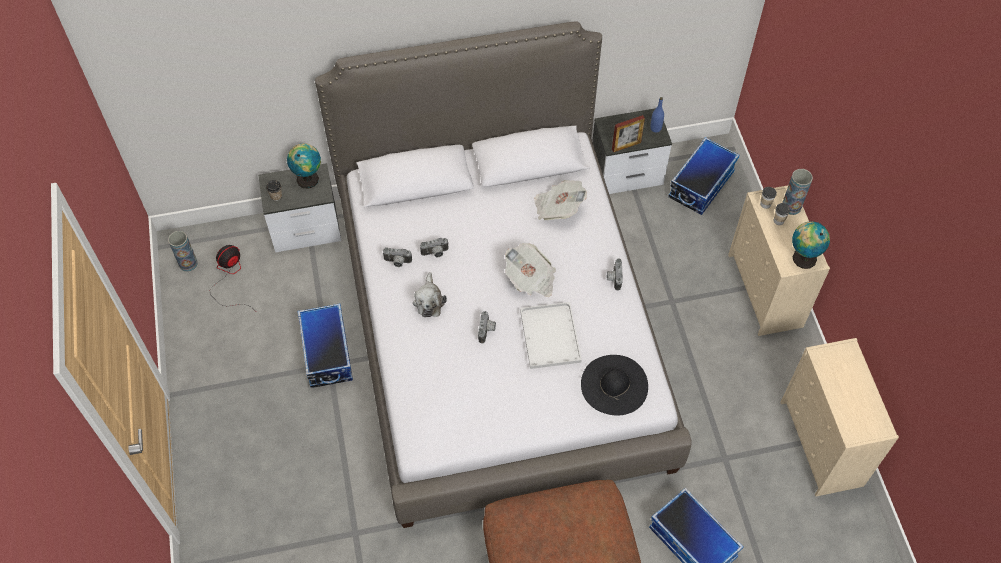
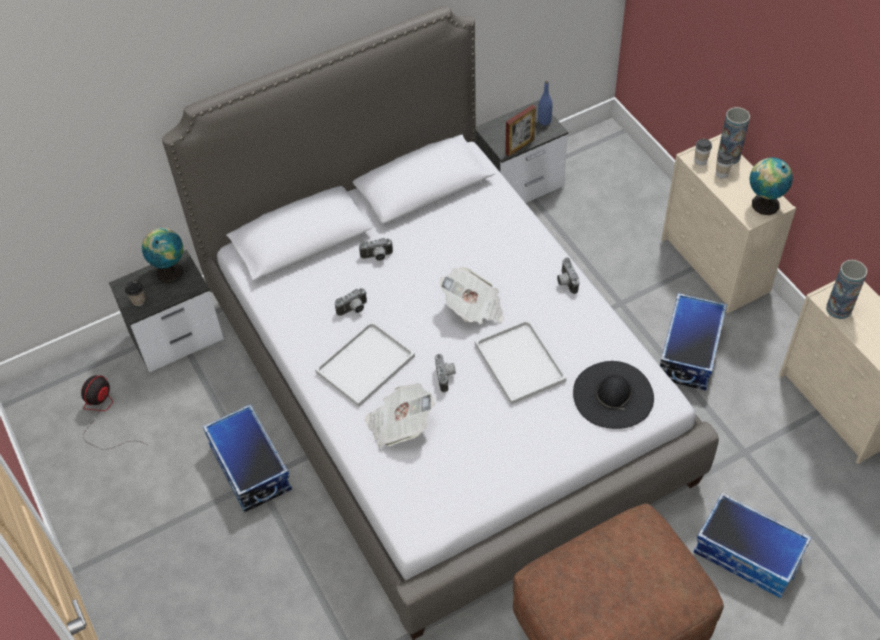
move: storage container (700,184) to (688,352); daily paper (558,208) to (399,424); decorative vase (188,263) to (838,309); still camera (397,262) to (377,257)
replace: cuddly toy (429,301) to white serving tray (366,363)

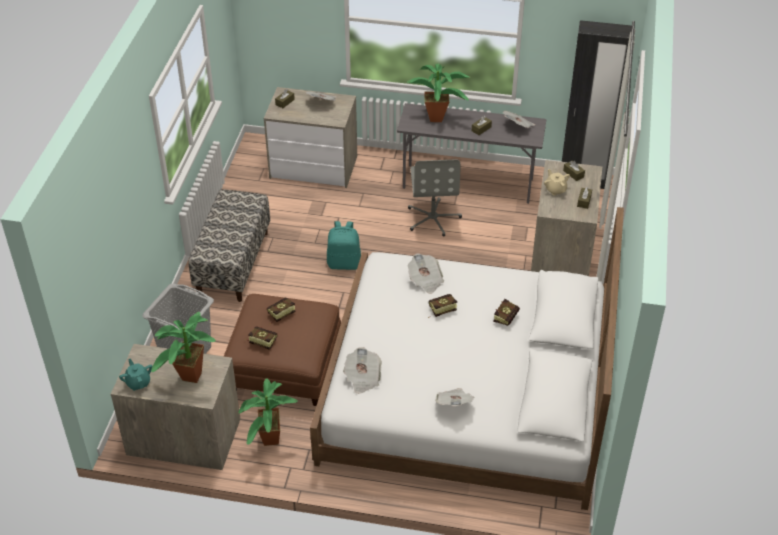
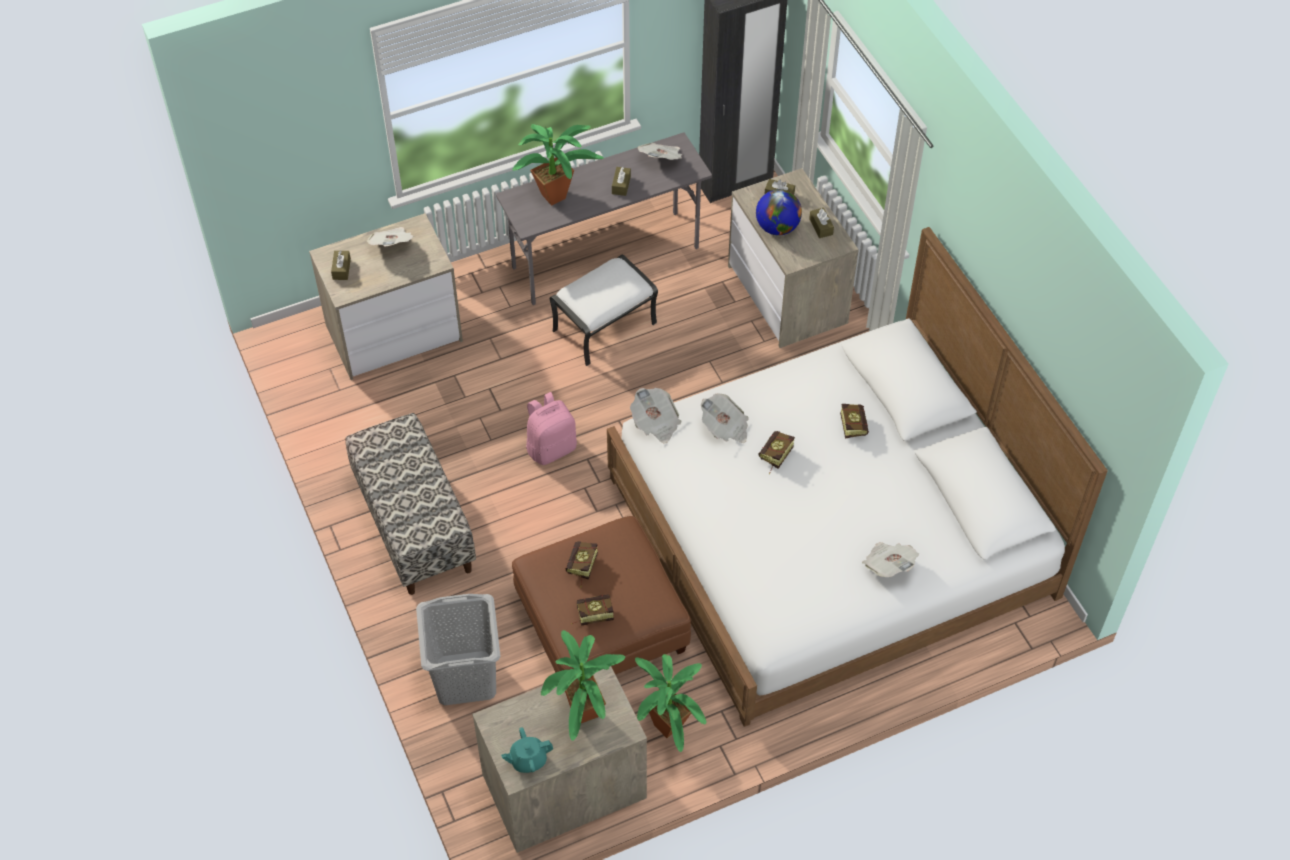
move: daily paper (362,378) to (655,423)
replace: greyish computer chair (433,218) to white footrest (604,328); beige teapot (555,190) to globe (777,227)
recolor: blue-green backpack (344,263) to pinkish backpack (551,448)
rotate: blue-green teapot (138,382) = (528,760) 45 degrees counterclockwise

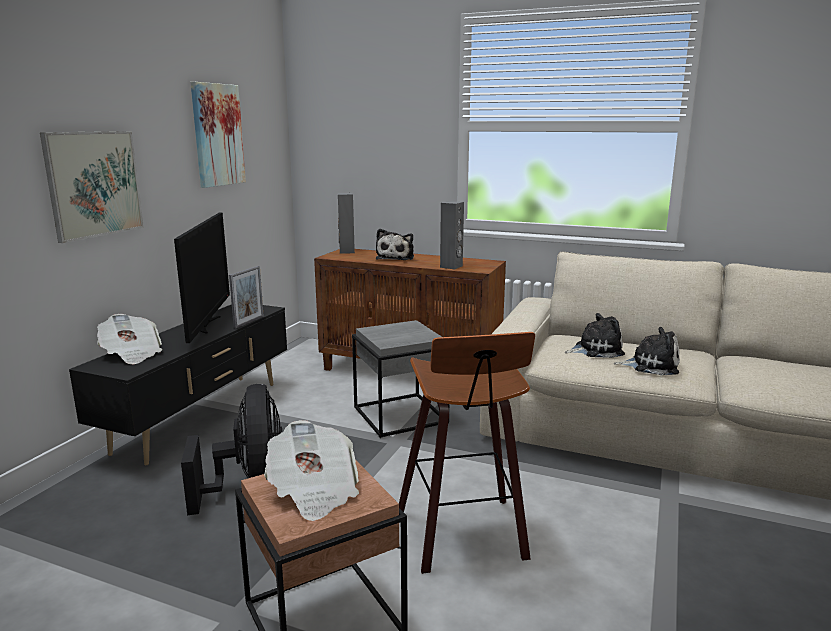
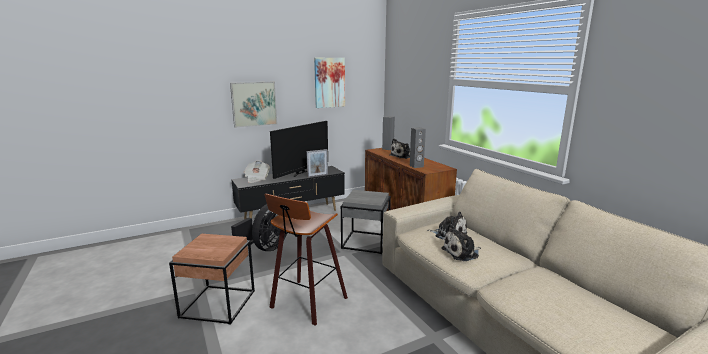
delete: daily paper (313,491)
rotate: cuddly toy (651,365) = (462,253) 105 degrees clockwise

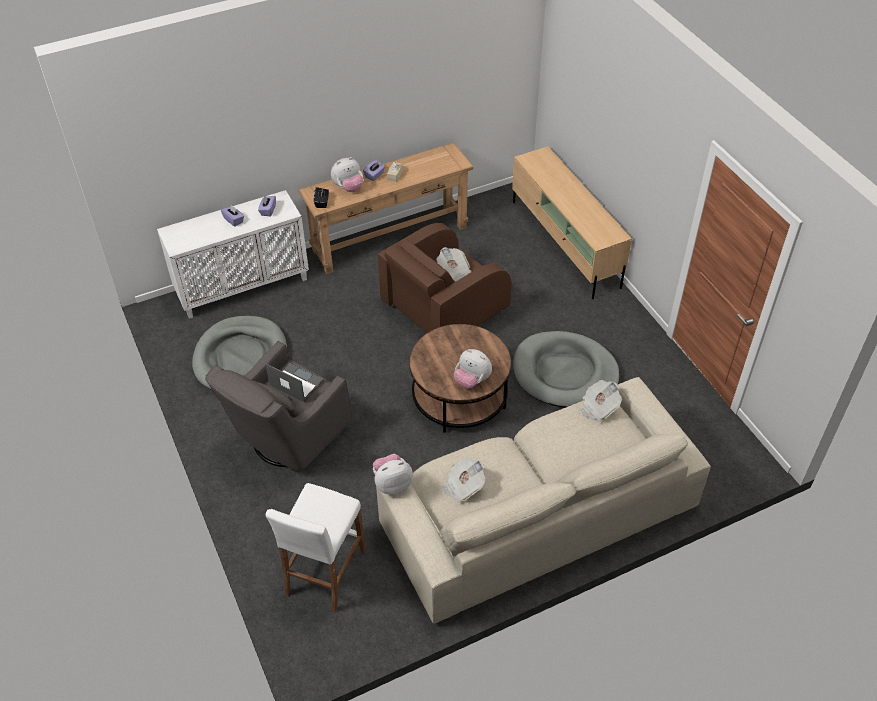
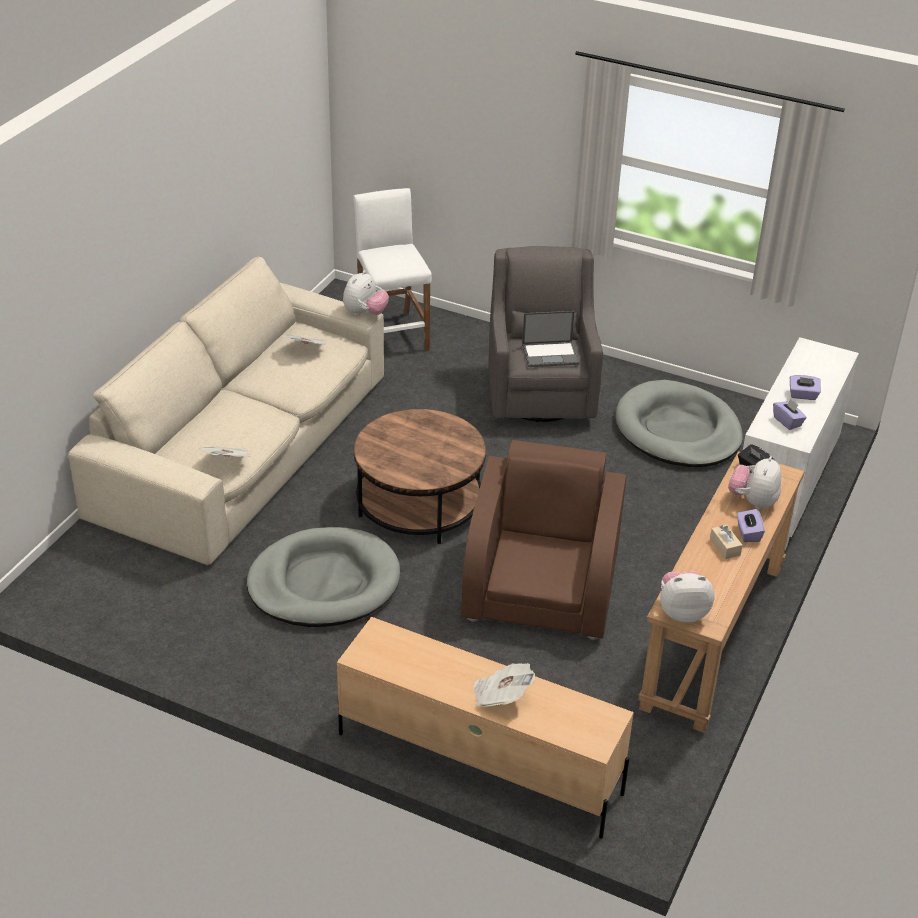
move: daily paper (454,272) to (501,696); cuddly toy (472,380) to (682,612)

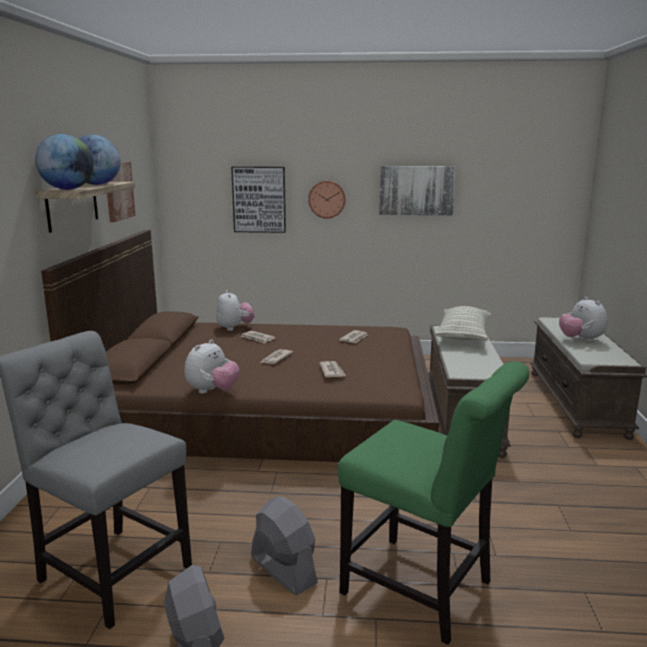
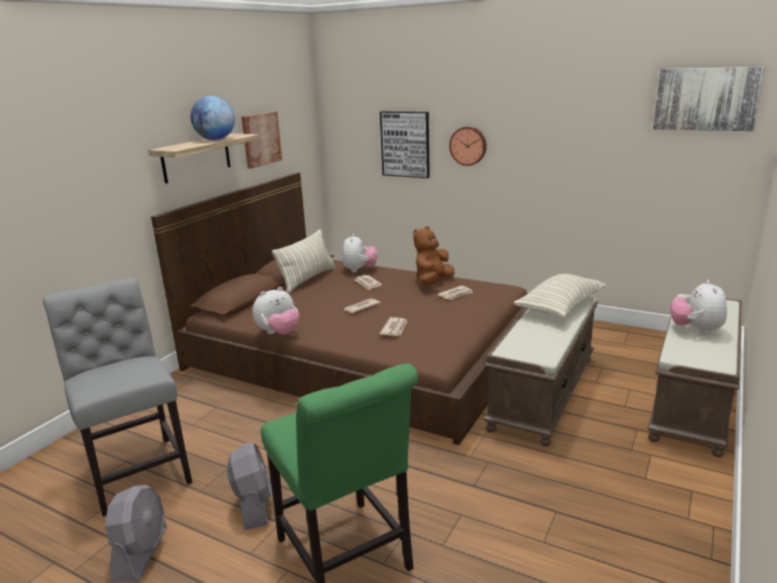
delete: globe (68,189)
insert: brown cuddly toy (433,282); throw pillow (307,279)
move: wall art (416,190) to (706,99)

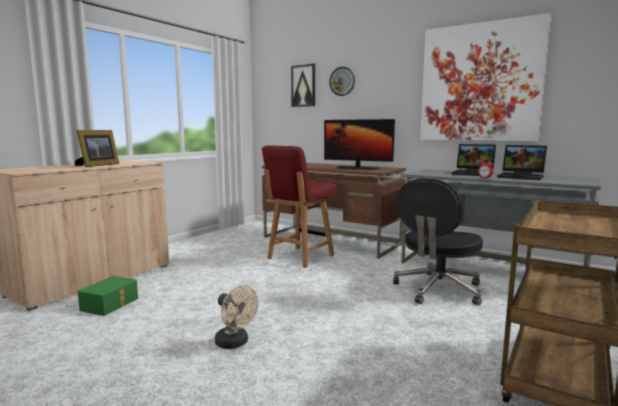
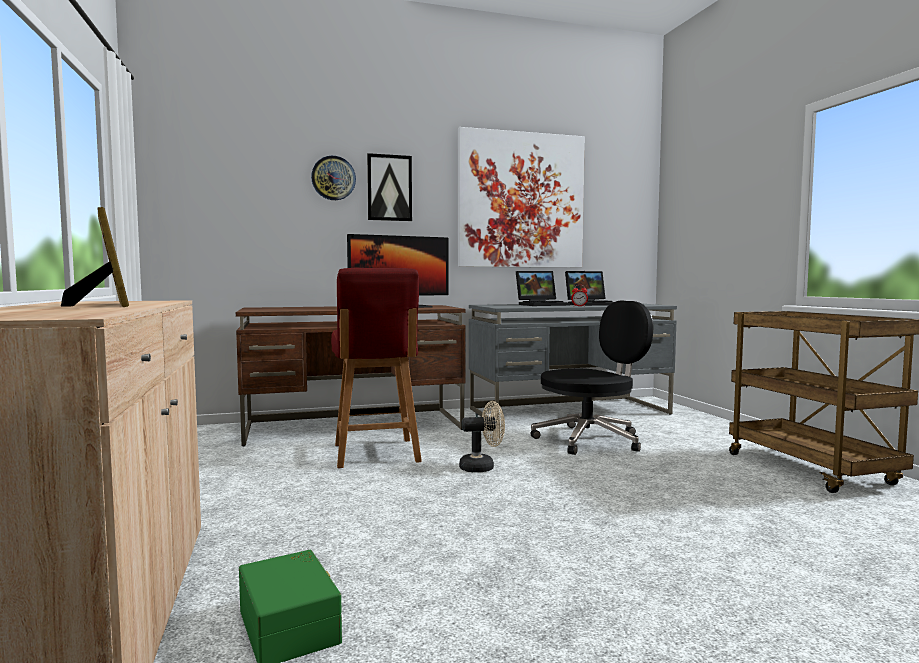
move: wall art (303,85) to (389,188); beige cooling fan (235,343) to (482,467)
rotate: black computer chair (437,290) = (590,440) 105 degrees counterclockwise

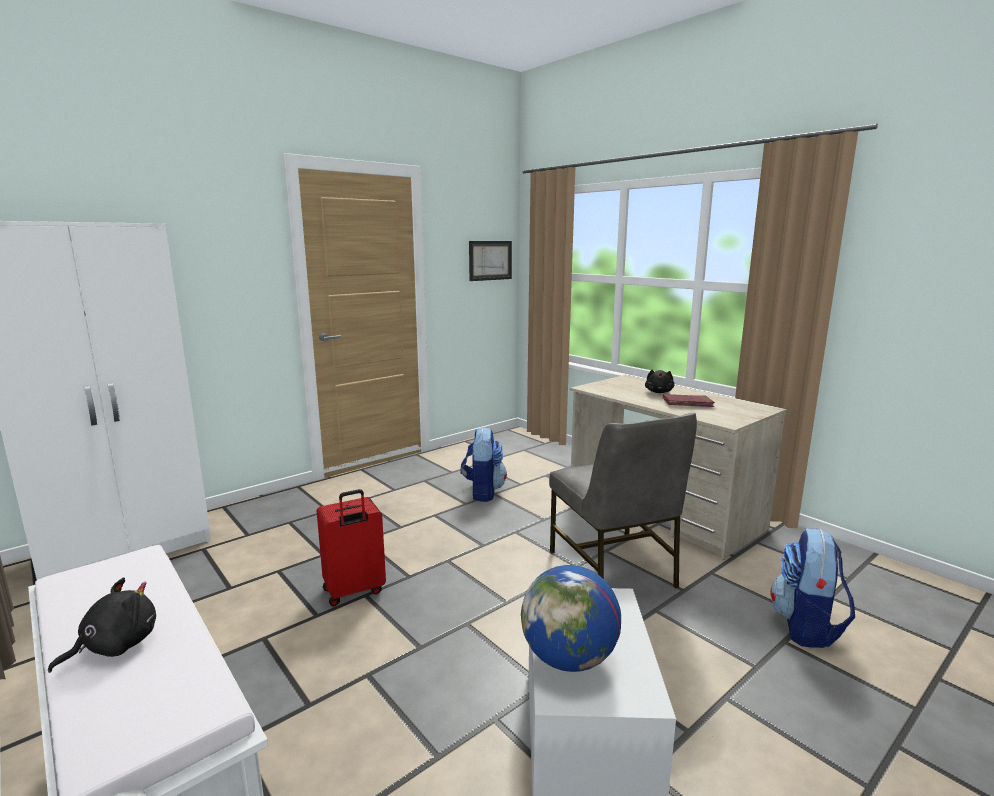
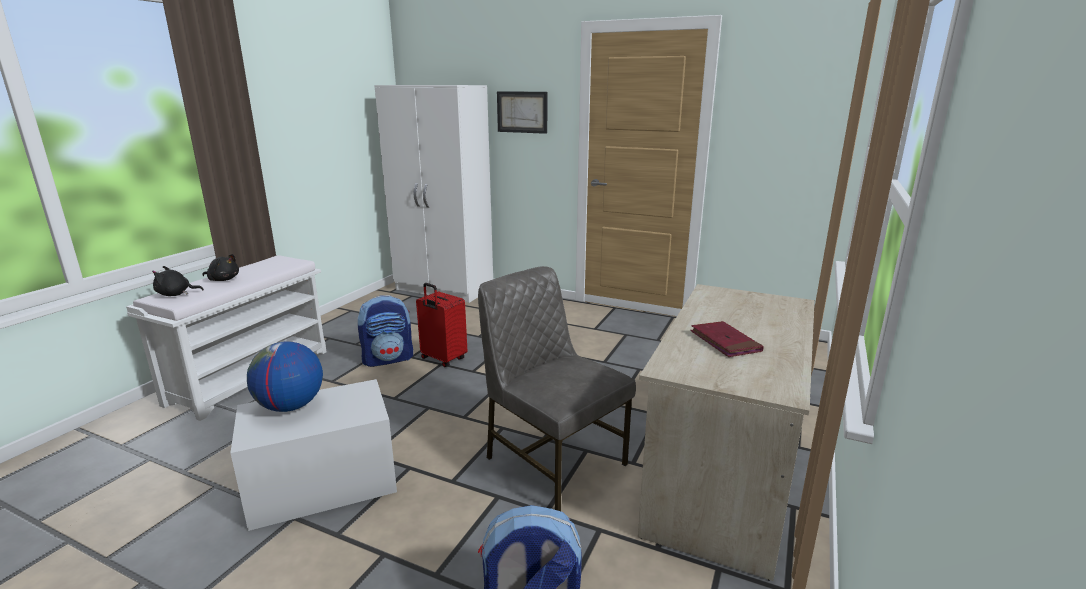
move: wall art (490,260) to (522,112); black cuddly toy (659,392) to (176,294); backpack (483,492) to (388,359)
rotate: greyish chair (613,569) = (553,460) 90 degrees clockwise

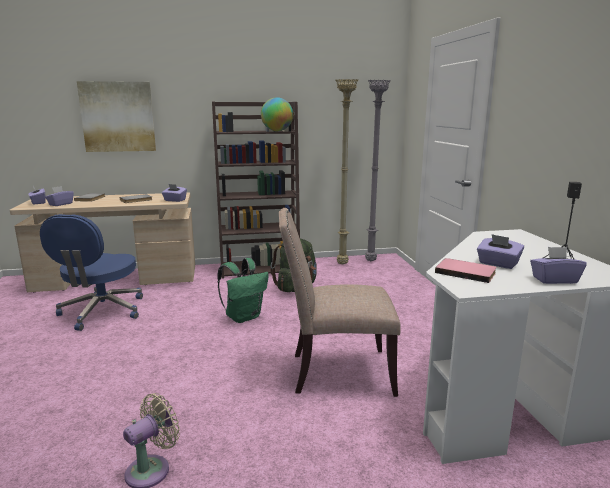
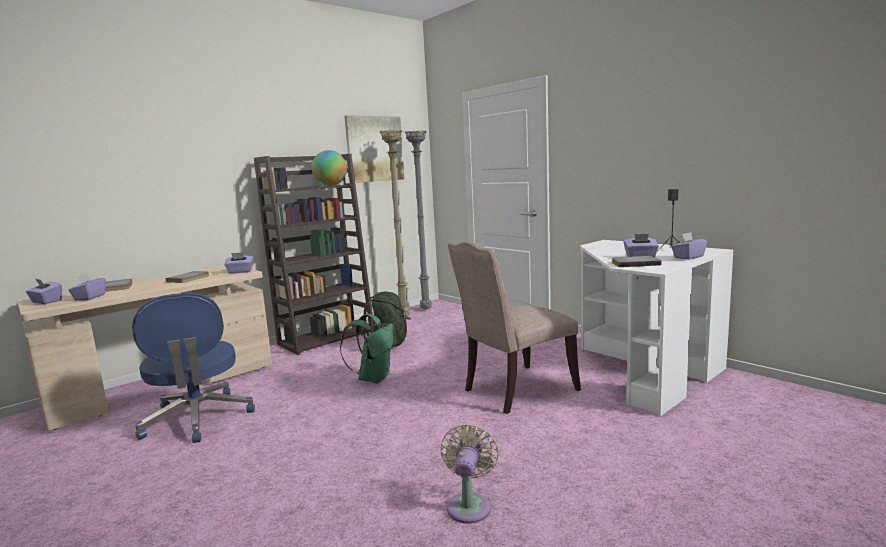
move: wall art (118,117) to (374,149)
recolor: pinkish volume (466,272) to greyish volume (635,263)

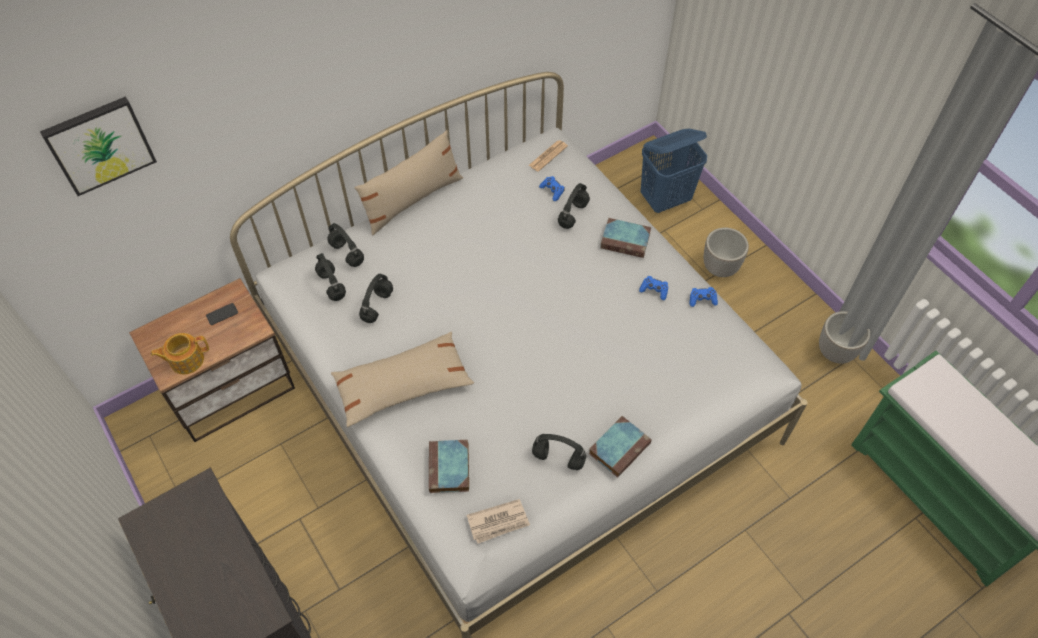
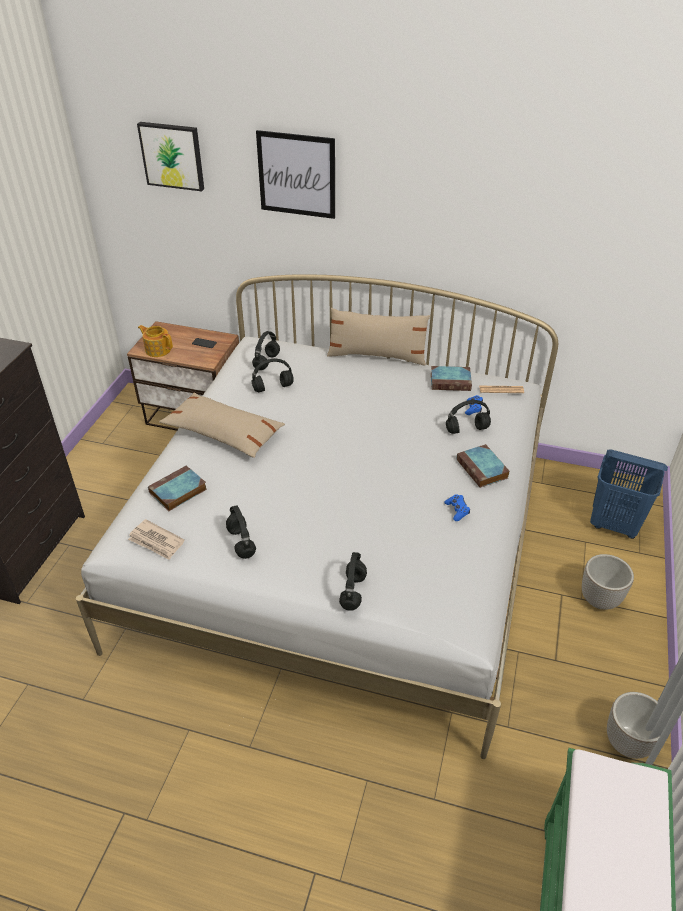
delete: bluish joypad (702,299)
insert: wall art (297,175)
move: black headset (347,254) to (353,592); volume (619,447) to (451,381)

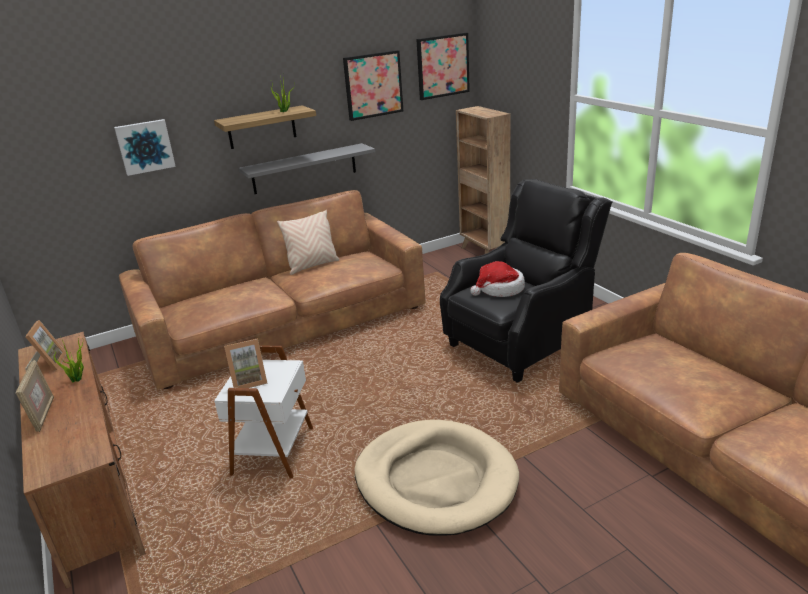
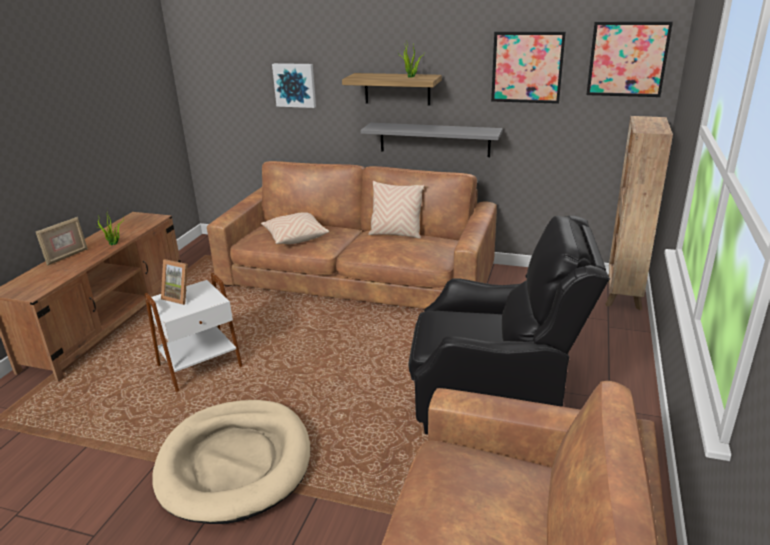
delete: wearable hat (500,289); photo frame (48,364)
insert: beige throw pillow (295,237)

